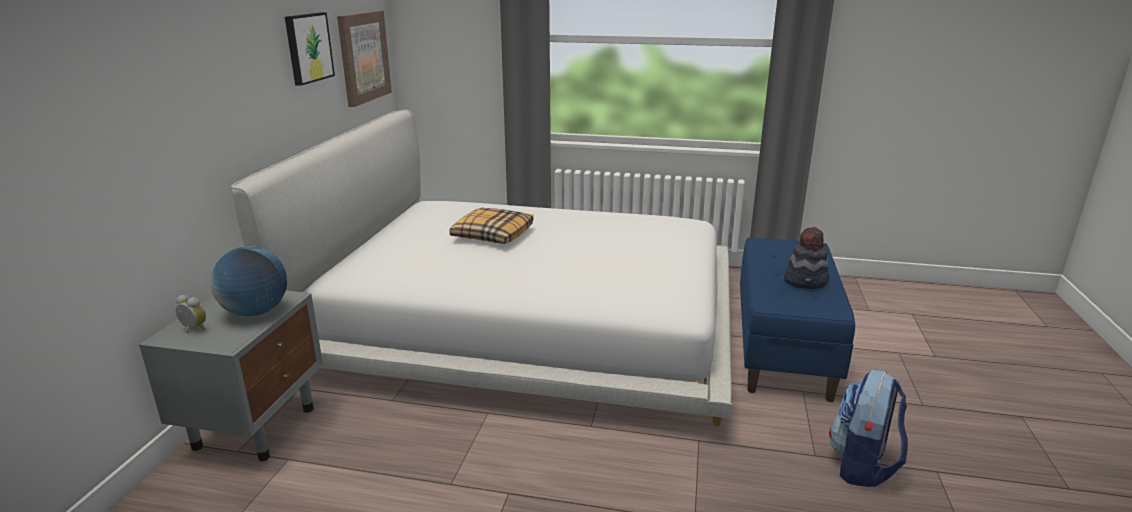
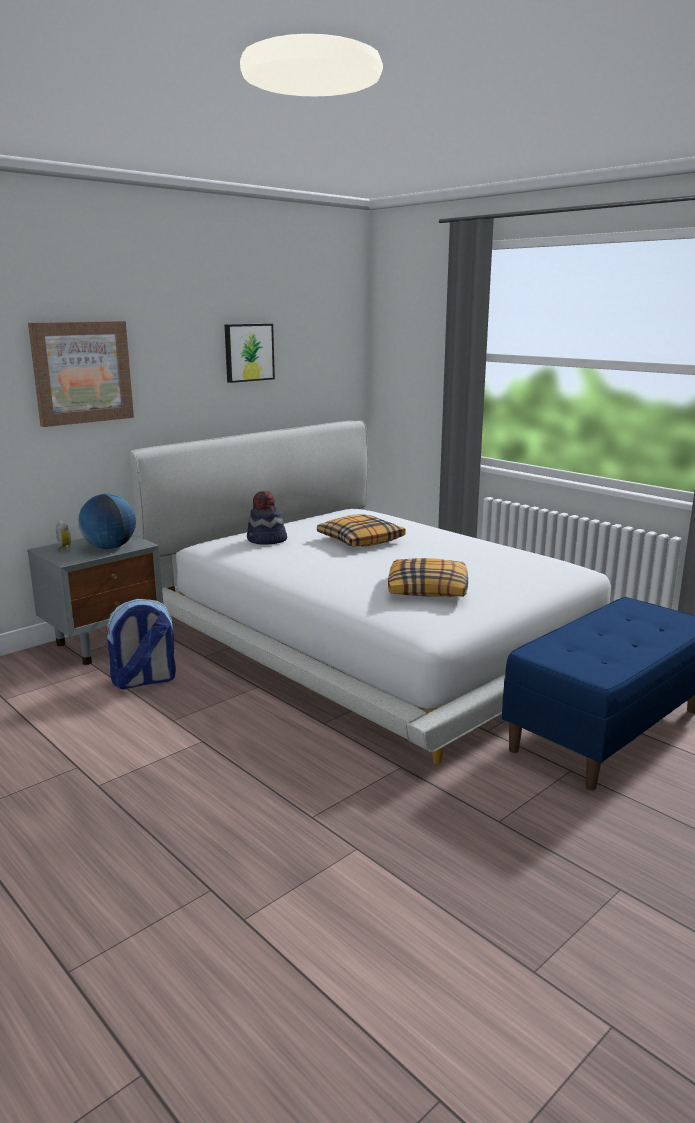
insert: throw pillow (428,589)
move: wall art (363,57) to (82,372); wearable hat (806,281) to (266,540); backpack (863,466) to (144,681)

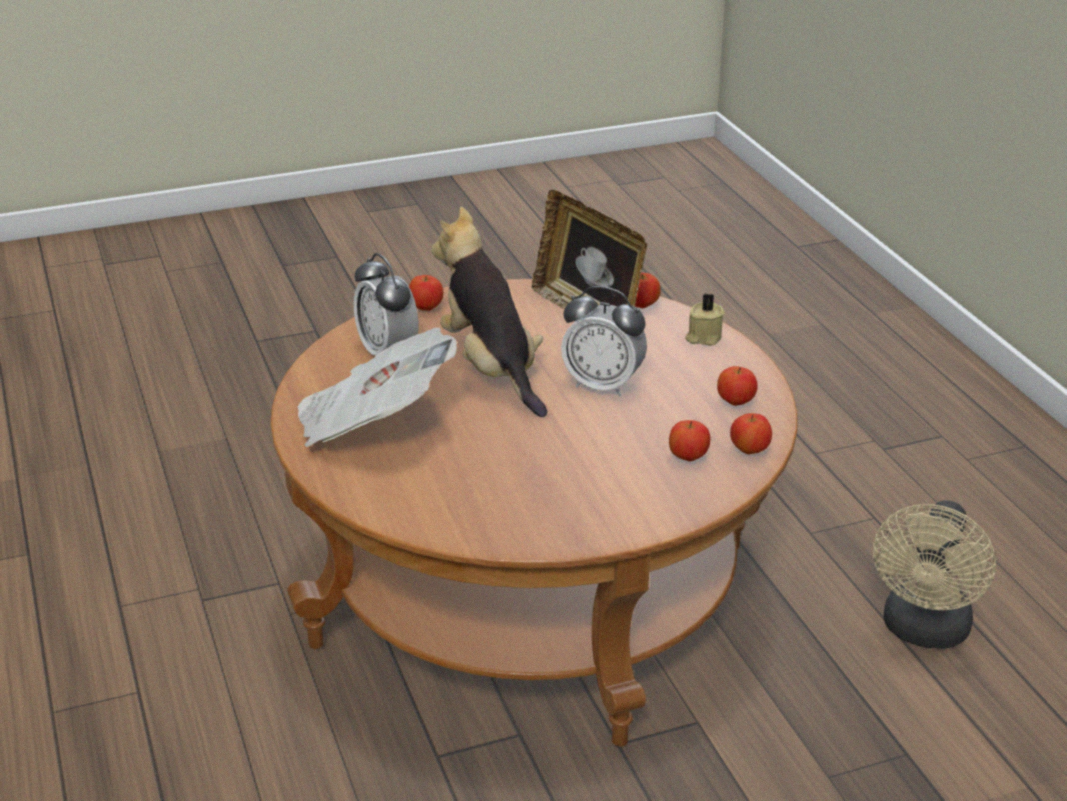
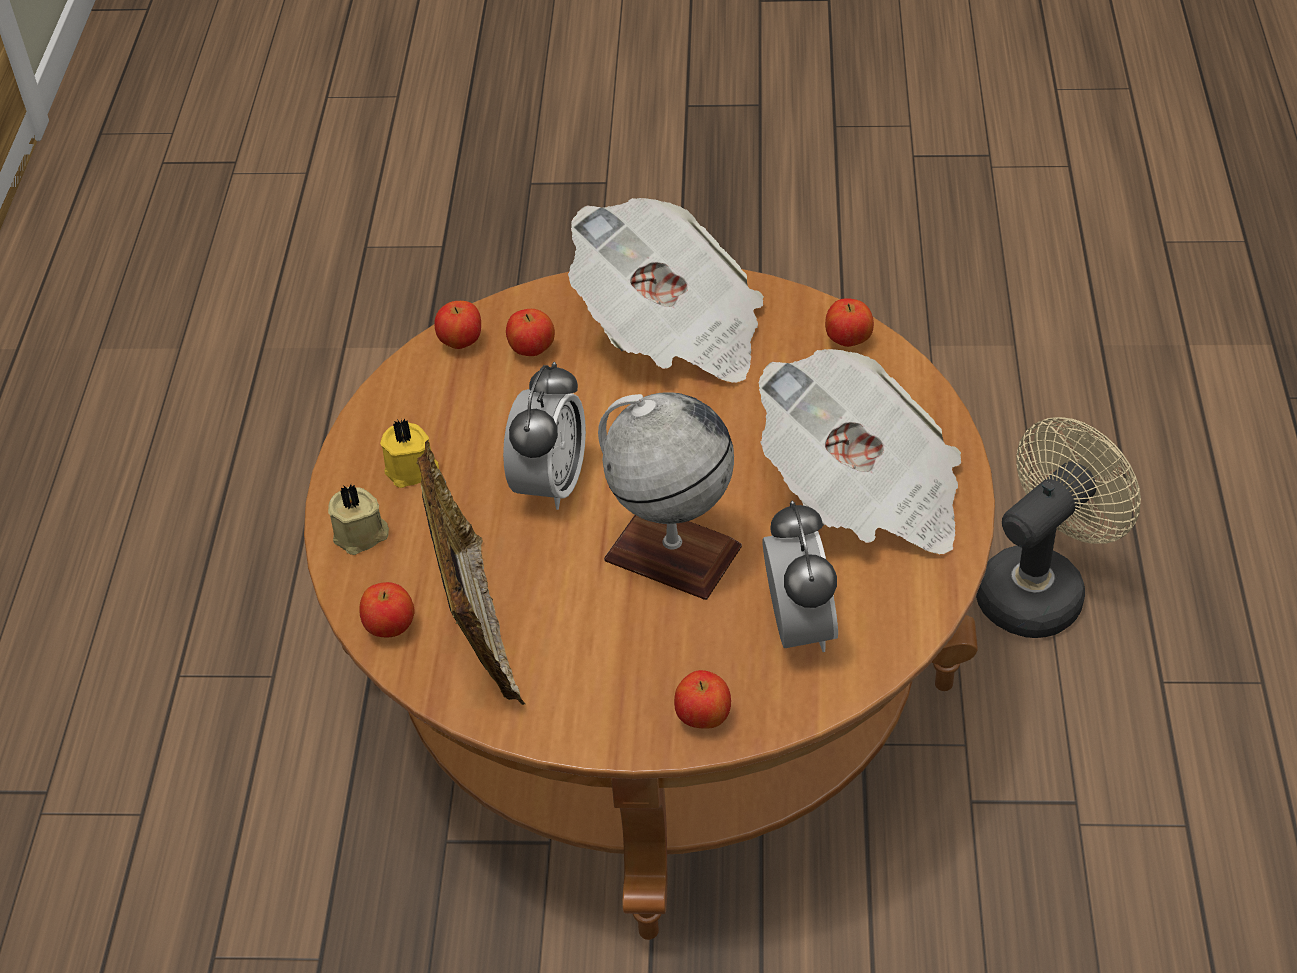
insert: daily paper (671,331); yellow wax light (412,470)
move: whole apple (735,402) to (848,341); beige cooling fan (924,632) to (1040,587)
replace: cuddly toy (492,369) to globe (672,553)
rotate: bedside clock (603,385) = (550,484) 60 degrees clockwise

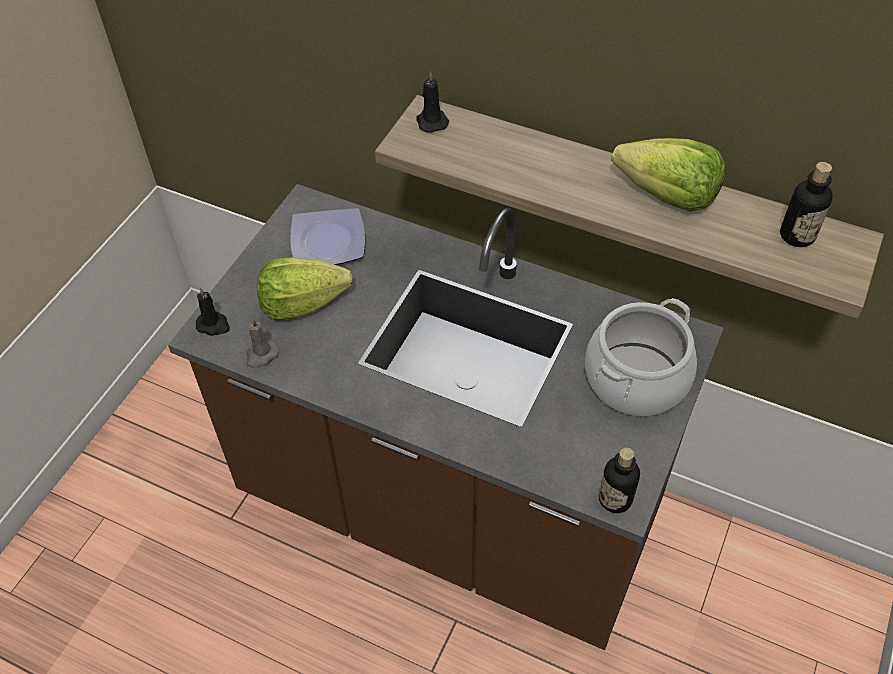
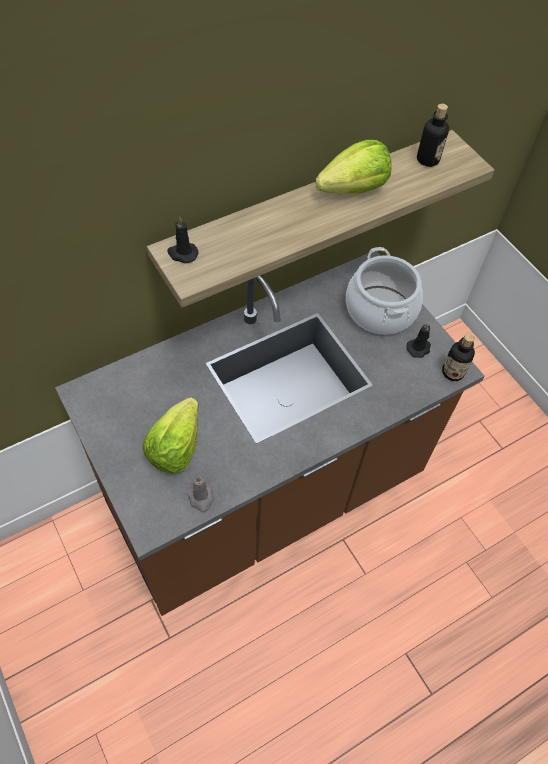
delete: plate (327,241)
move: black wax light (213,325) to (419,348)

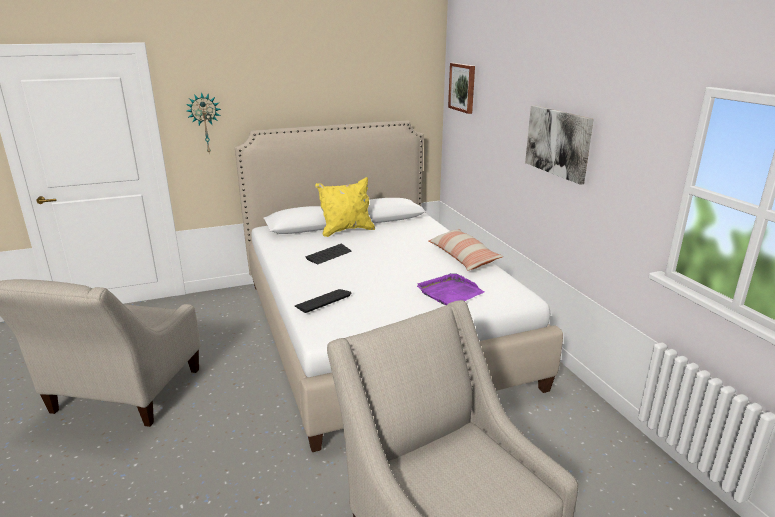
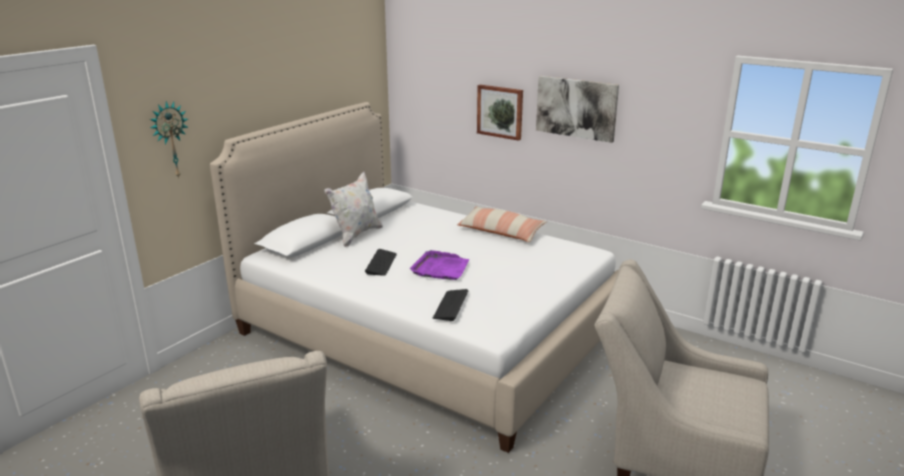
move: wall art (462,87) to (500,111); purple-coloured serving tray (450,292) to (440,268)
recolor: yellow throw pillow (346,230) to white throw pillow (356,235)

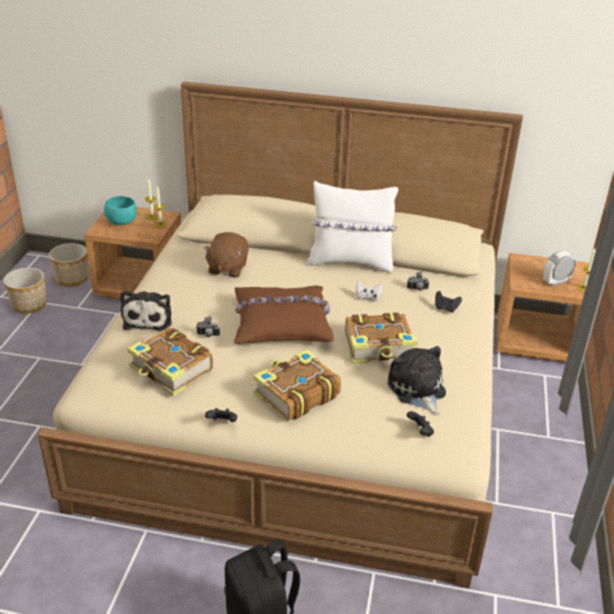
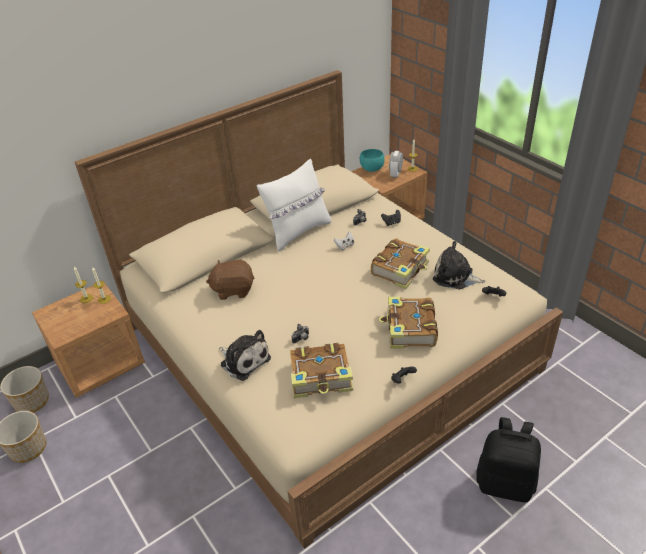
delete: brown throw pillow (282,323)
move: blue-green deep dish (121,222) to (371,169)
rotate: brown cuddly toy (227,268) = (233,289) 120 degrees clockwise

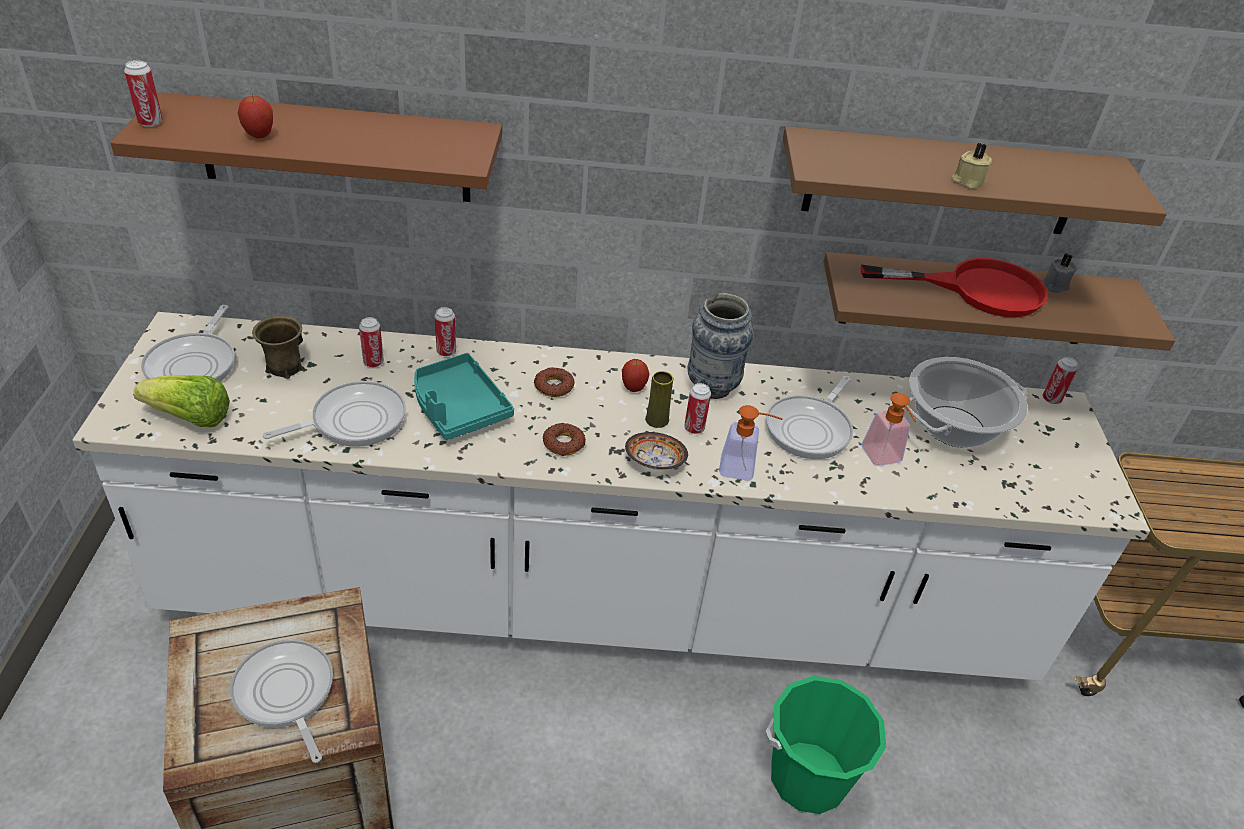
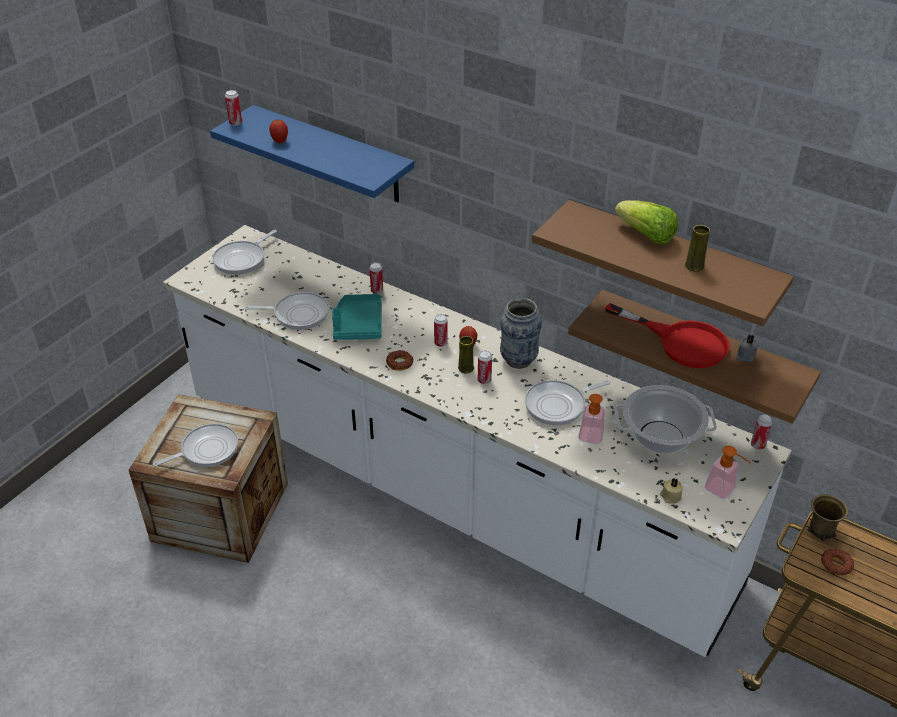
delete: deep dish (655,463); green water bucket (808,777)
insert: yellow decorative vase (694,266)
move: beige wax light (967,181) to (670,496); brown mug (284,367) to (821,530); metal can (373,362) to (440,343); ring doughnut (554,386) to (836,564); lettuce head (190,418) to (646,235); soap dispenser (744,469) to (724,491)
recolor: brown shelf (335,149) to bluish shelf (332,155)
rotate: skillet (286,694) = (206,450) 60 degrees clockwise

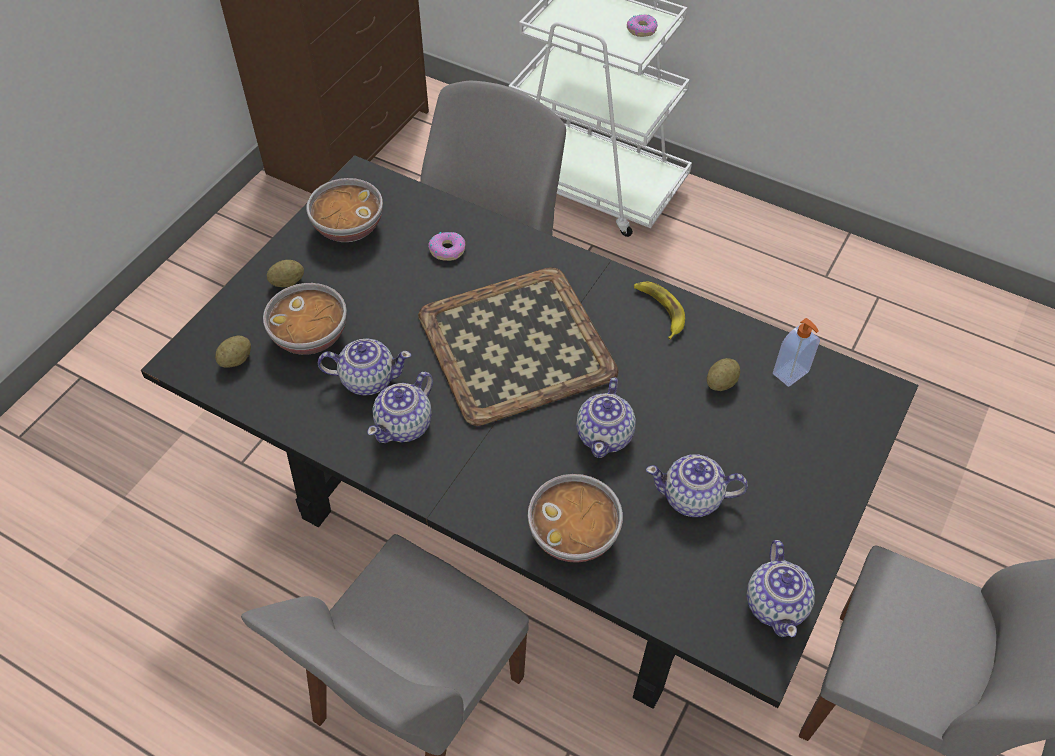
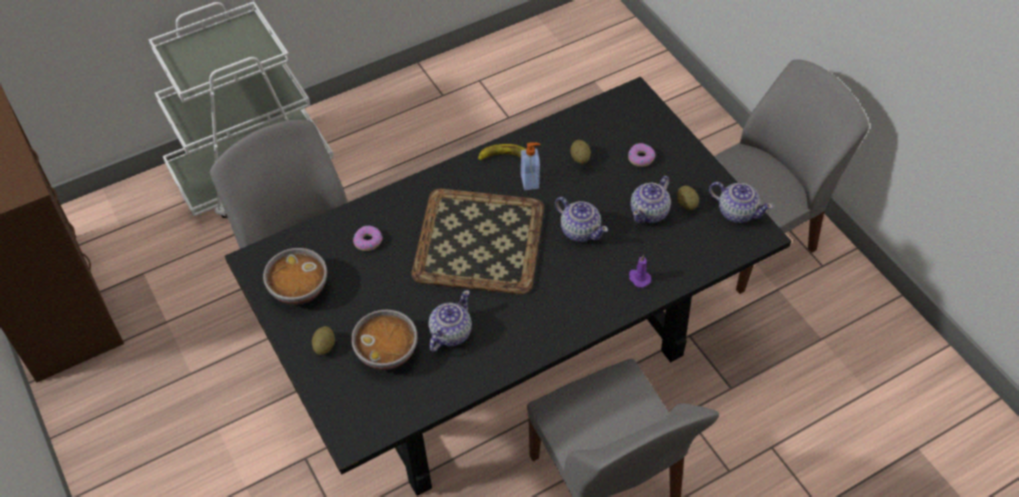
delete: teapot (405,425)
move: ring doughnut (641,29) to (640,158); soap dispenser (791,373) to (530,181); spud (236,360) to (686,204)
replace: deep dish (574,534) to purple-coloured wax light (639,278)

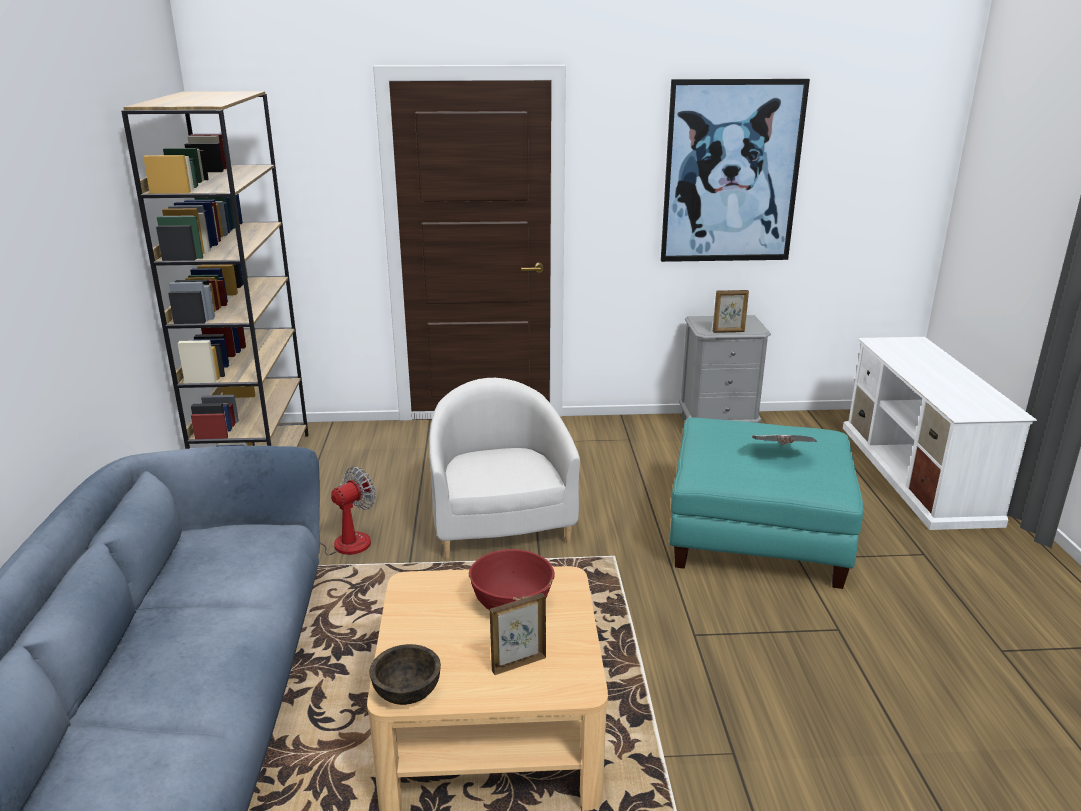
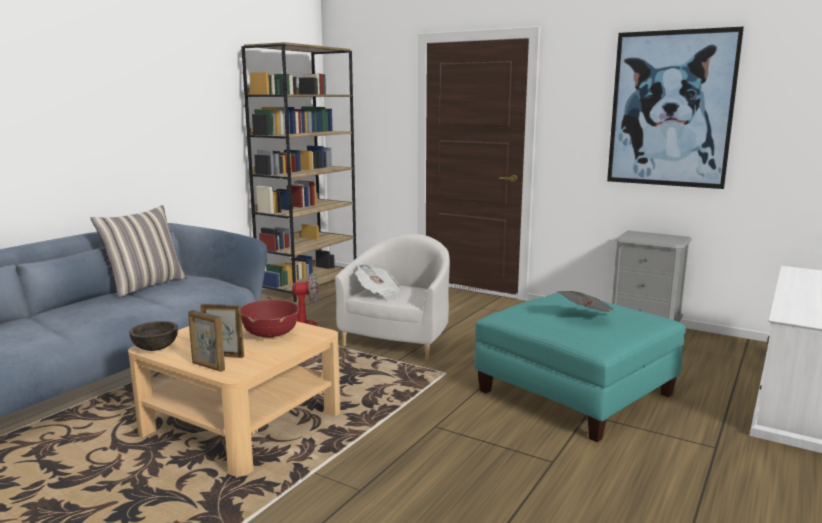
insert: throw pillow (145,285); daily paper (379,294)
move: photo frame (728,331) to (208,367)

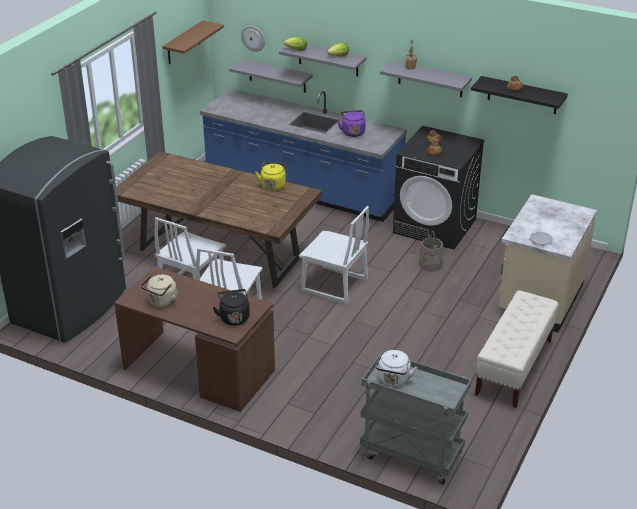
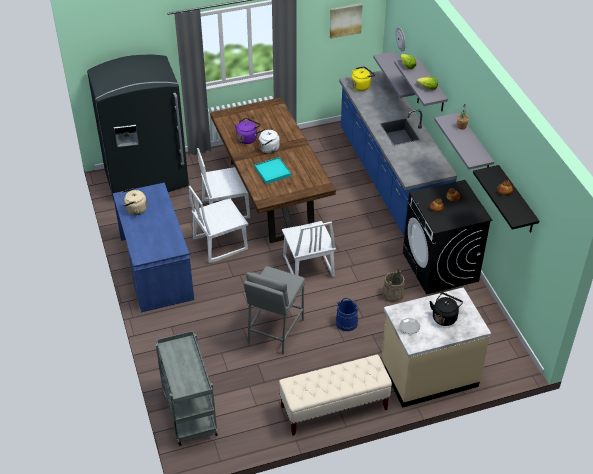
insert: blue-green serving tray (272,172); greyish stool (275,331); bluish water bucket (346,322)
move: purple-coloured kettle (352,132) to (247,138); yellow kettle (273,185) to (361,86); black kettle (234,317) to (445,317); white kettle (393,380) to (268,149)
replace: brown shelf (183,43) to wall art (345,20)
recolor: brown desk (197,370) to bluish desk (155,268)

